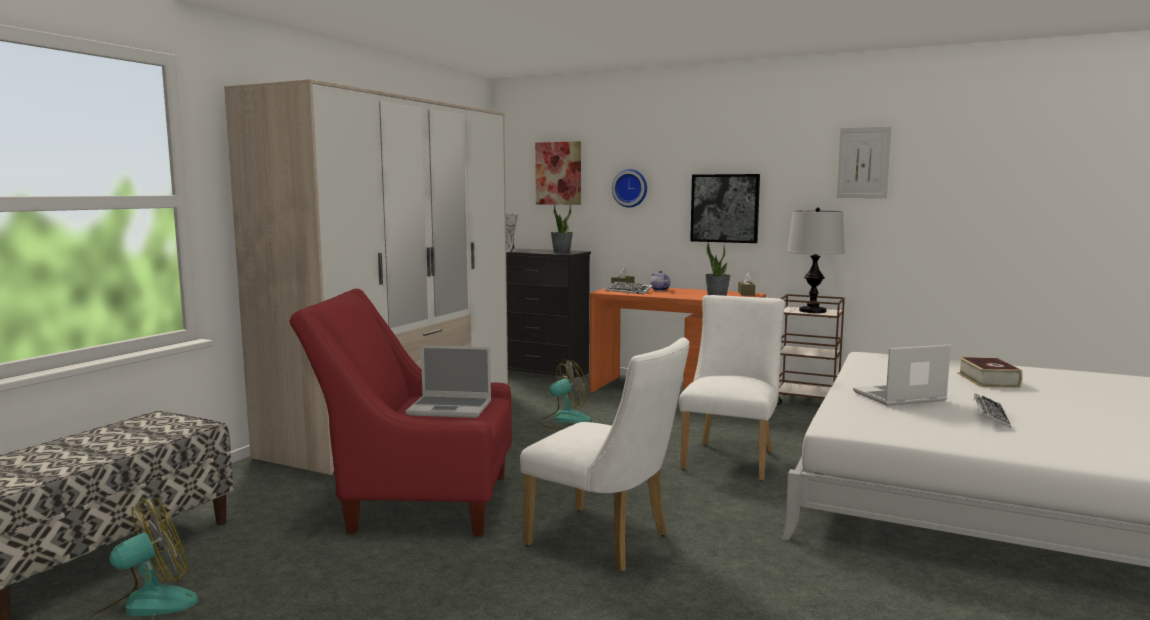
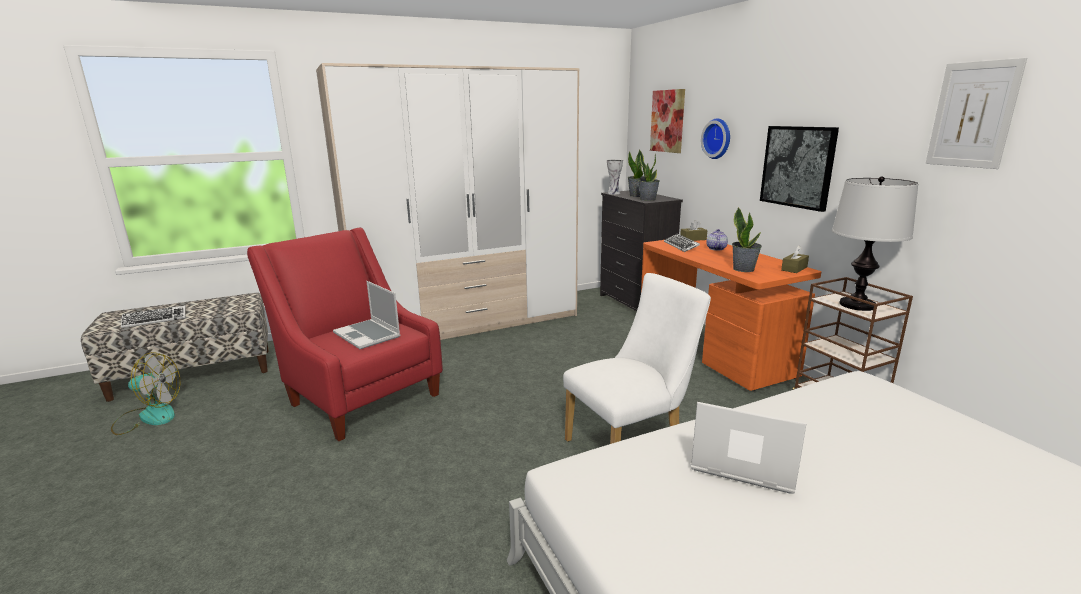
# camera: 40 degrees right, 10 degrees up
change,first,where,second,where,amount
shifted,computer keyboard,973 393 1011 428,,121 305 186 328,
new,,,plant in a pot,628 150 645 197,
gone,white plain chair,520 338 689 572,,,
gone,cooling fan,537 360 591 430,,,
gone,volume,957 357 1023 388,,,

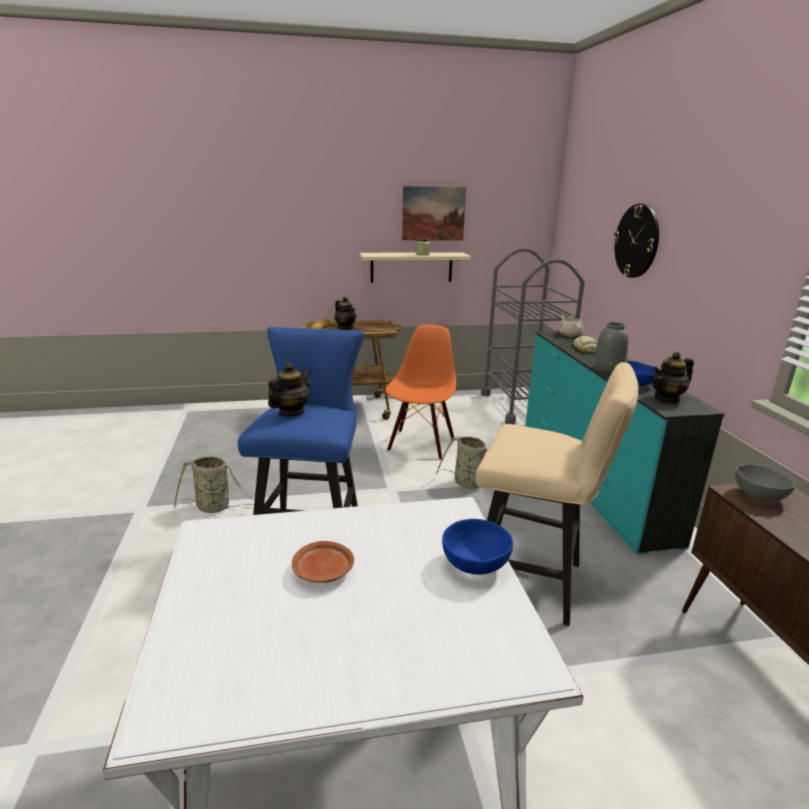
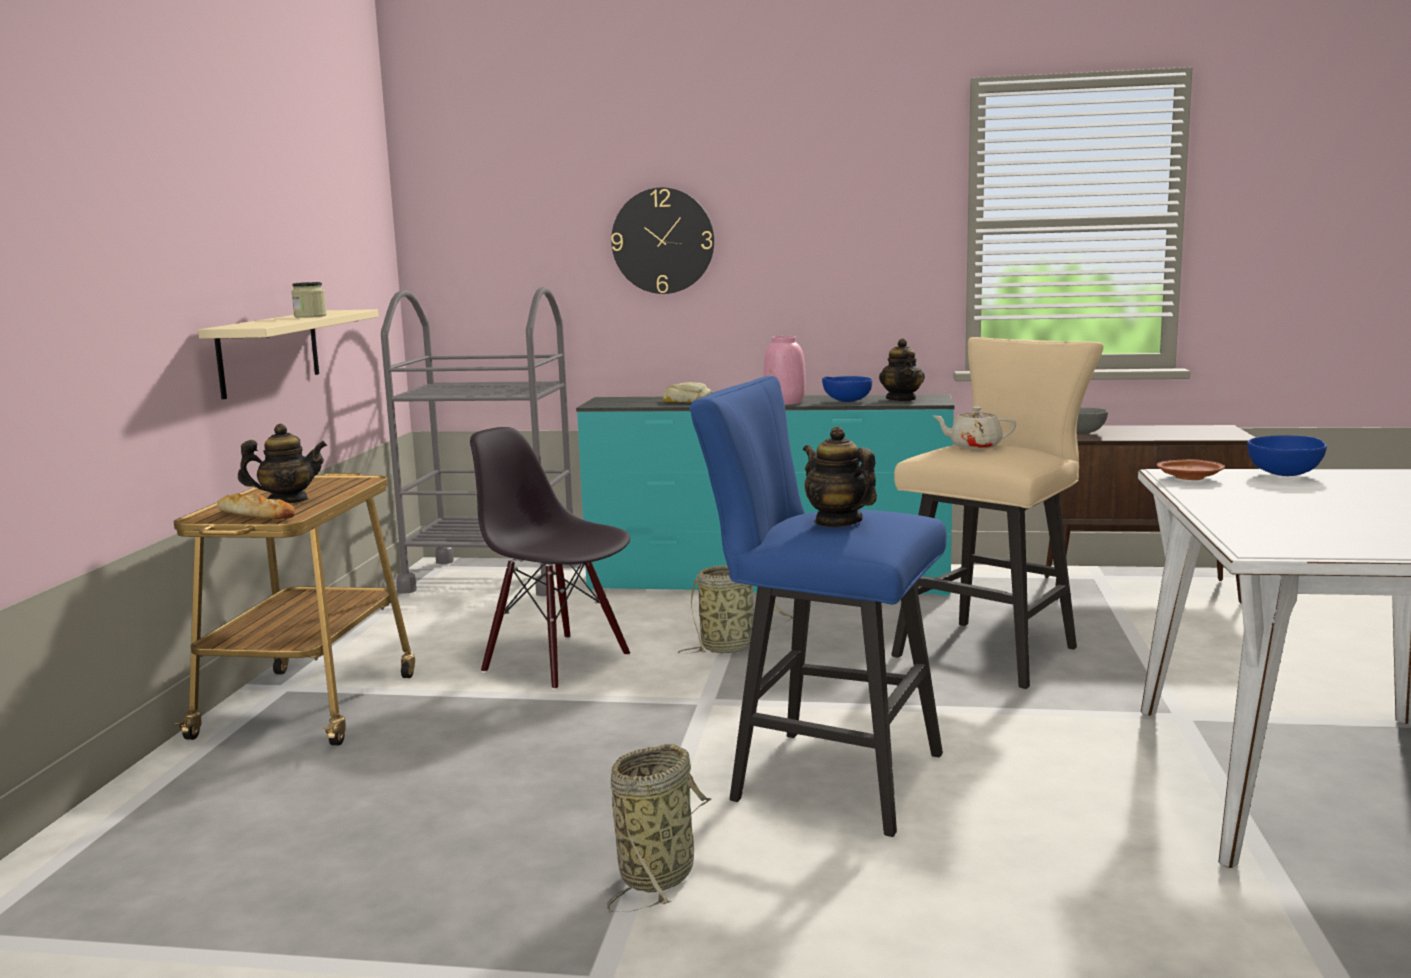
# camera: 70 degrees left, 10 degrees down
change,first,where,second,where,amount
repainted,orangey plain chair,385 325 456 460,blackish plain chair,470 427 630 690,
repainted,grey decorative vase,594 322 628 373,pinkish decorative vase,763 336 806 405,
shifted,beige tea pot,558 315 583 337,,933 407 1016 449,
shifted,brown plate,292 541 354 583,,1157 459 1225 480,
gone,picture,402 186 466 240,,,

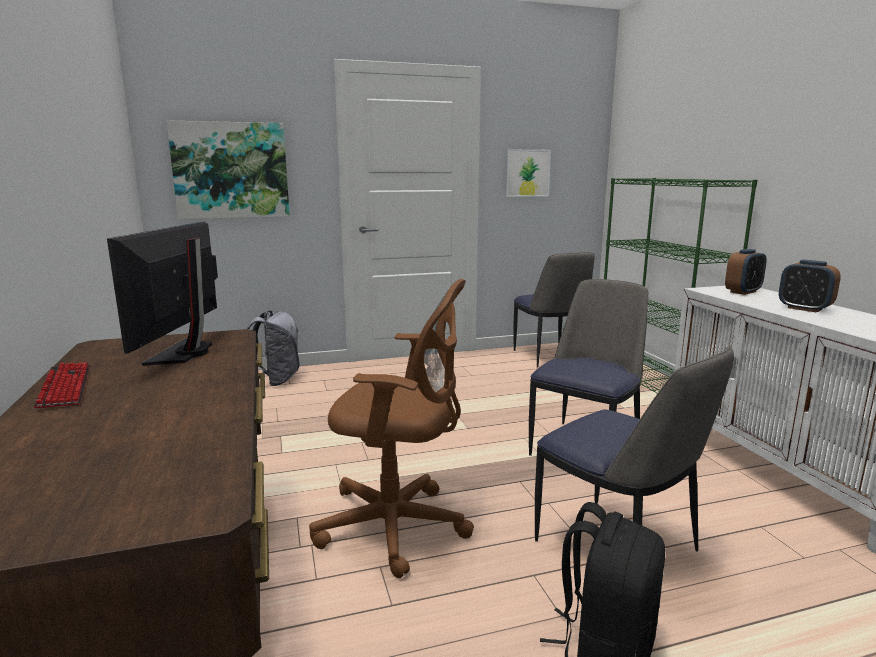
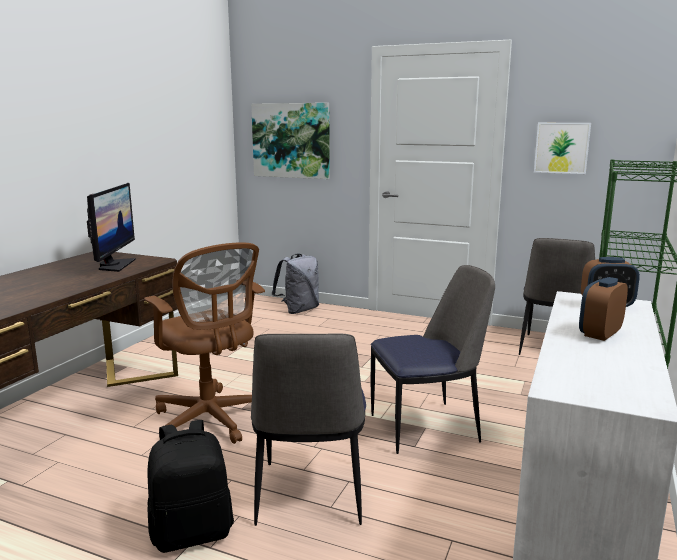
# camera: 40 degrees right, 0 degrees up
change,first,where,second,where,amount
rotated,computer screen,107 222 218 366,,87 183 136 272,135 degrees clockwise
rotated,alarm clock,779 260 841 313,,579 277 628 341,45 degrees clockwise
gone,computer keyboard,34 362 90 408,,,

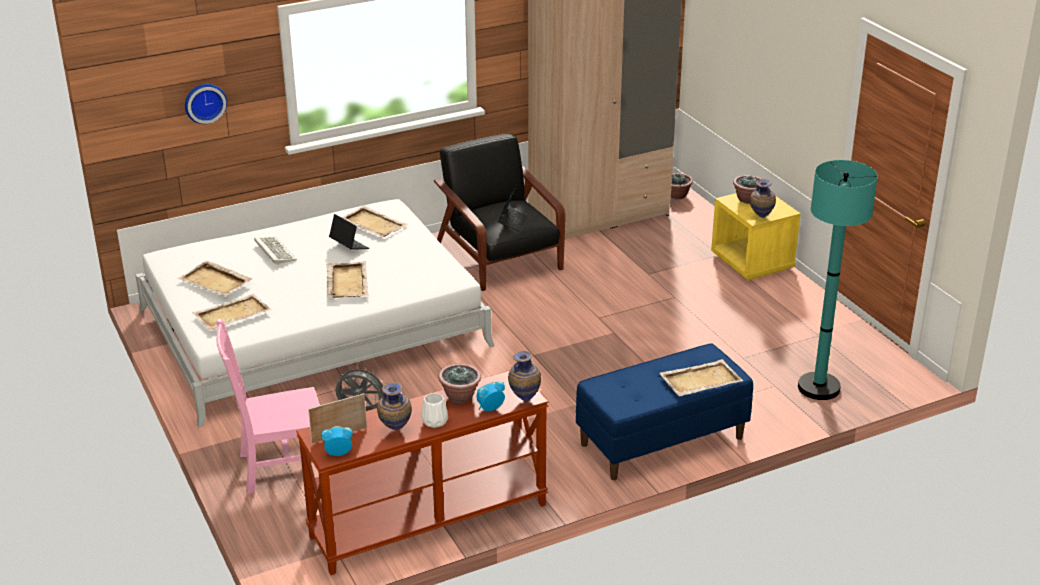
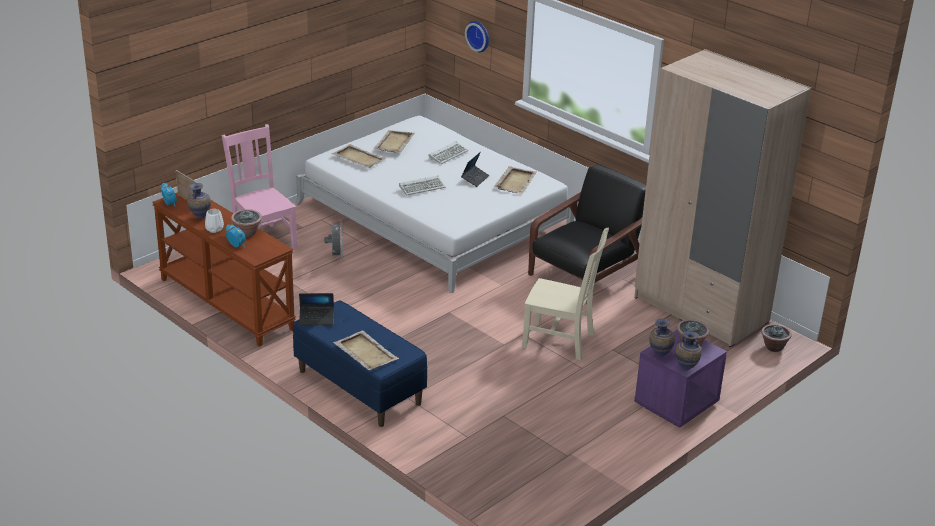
# camera: 70 degrees right, 0 degrees up
change,first,where,second,where,amount
shifted,portable computer,498 189 528 232,,299 293 334 325,
swapped,beige carrying tray,326 261 369 298,computer keyboard,399 176 446 195,
new,,,beige plain chair,522 228 609 360,
repainted,yellow-coloured bedside table,711 193 801 280,purplish bedside table,634 330 727 427,
shifted,decorative vase,508 351 541 402,,675 331 702 371,
gone,turquoise-coloured standard lamp,798 160 878 400,,,

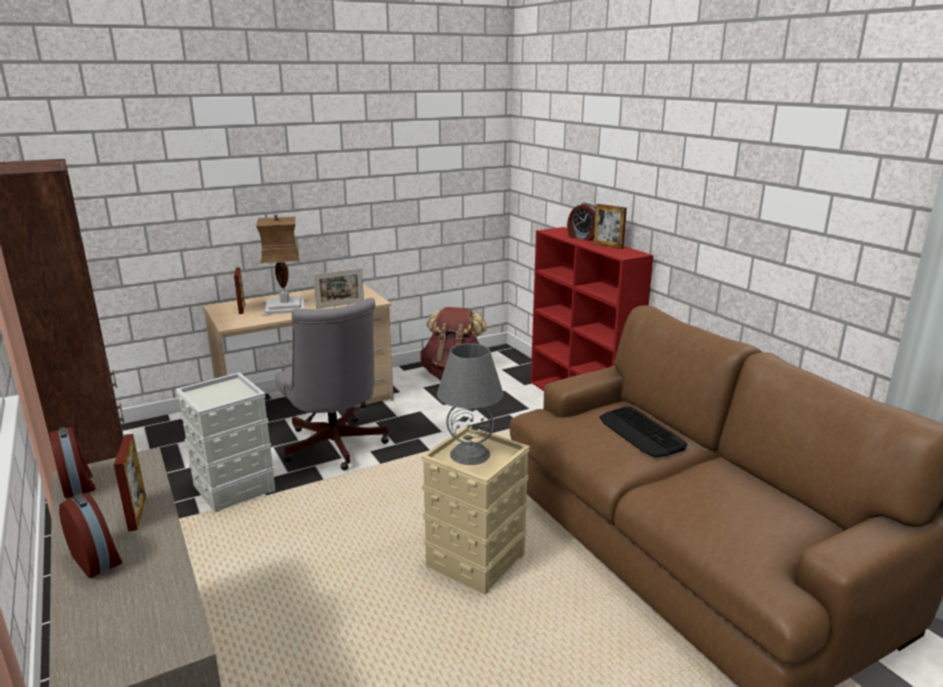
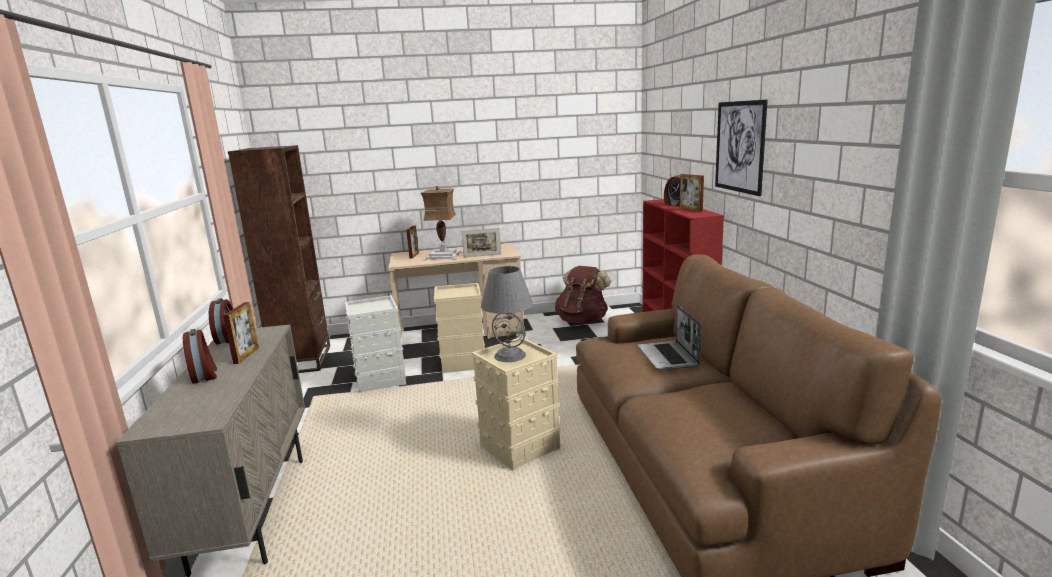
# camera: 20 degrees right, 5 degrees down
change,first,where,second,where,amount
swapped,grey desk chair,275 298 389 470,beige storage box,433 283 485 373,
swapped,computer keyboard,599 406 687 457,portable computer,638 305 701 370,
new,,,picture,715 100 768 196,

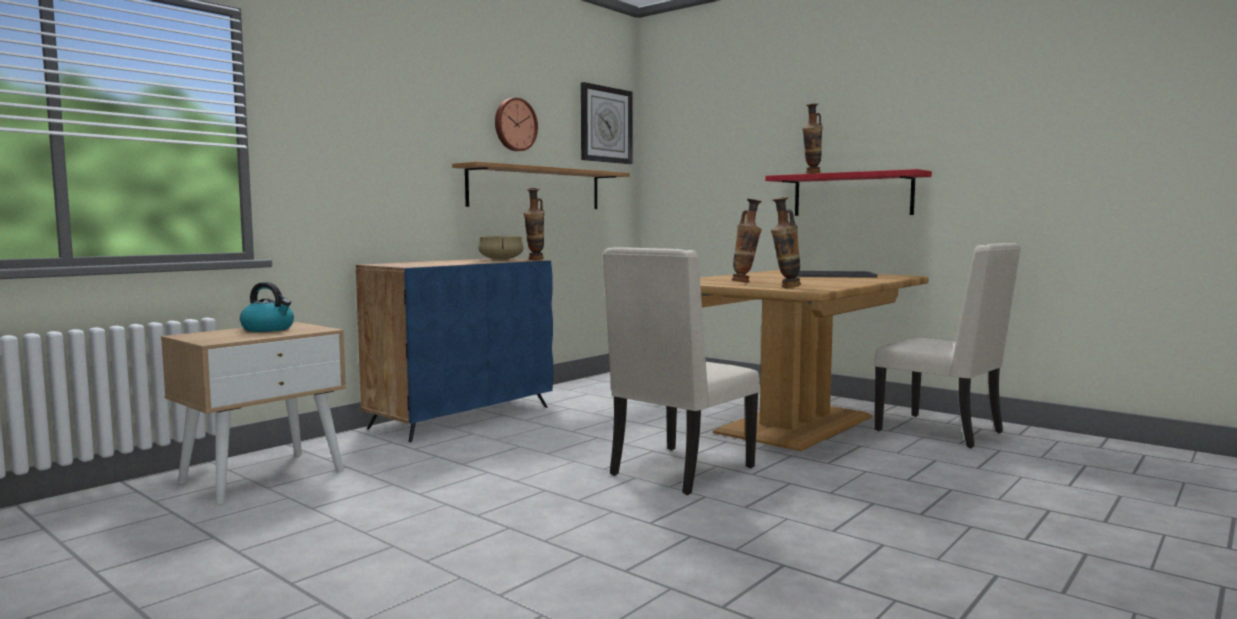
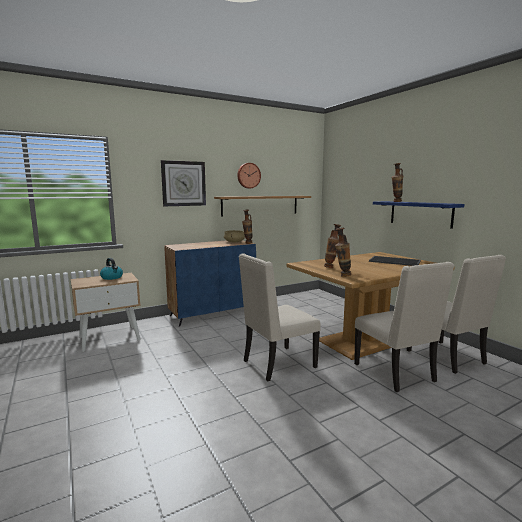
# camera: 20 degrees right, 5 degrees up
change,first,where,second,where,amount
shifted,wall clock,581 82 633 164,,161 160 206 206,
new,,,beige plain chair,354 262 454 392,
repainted,red-coloured bracket shelf,765 169 932 216,blue bracket shelf,373 201 465 229,

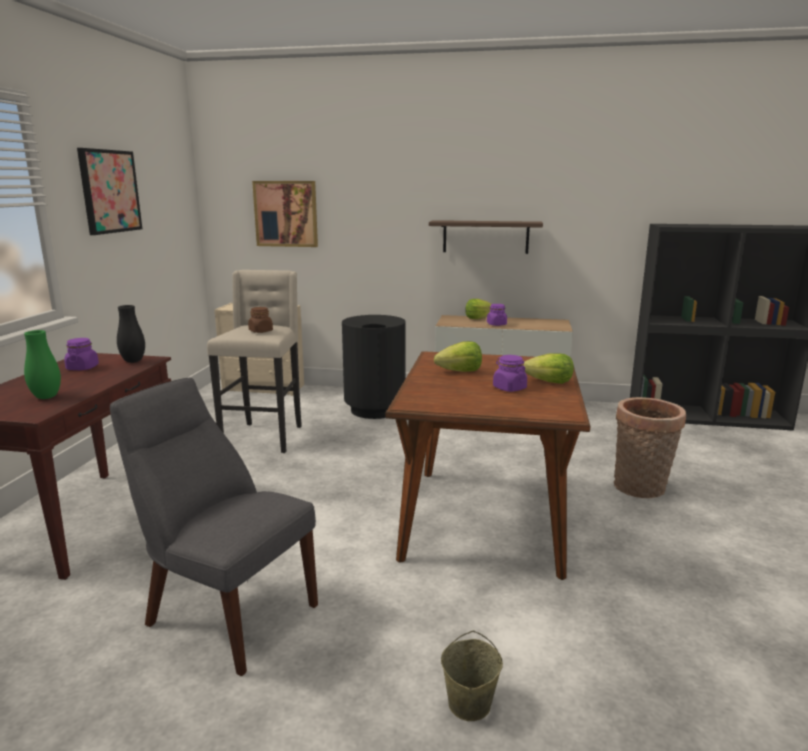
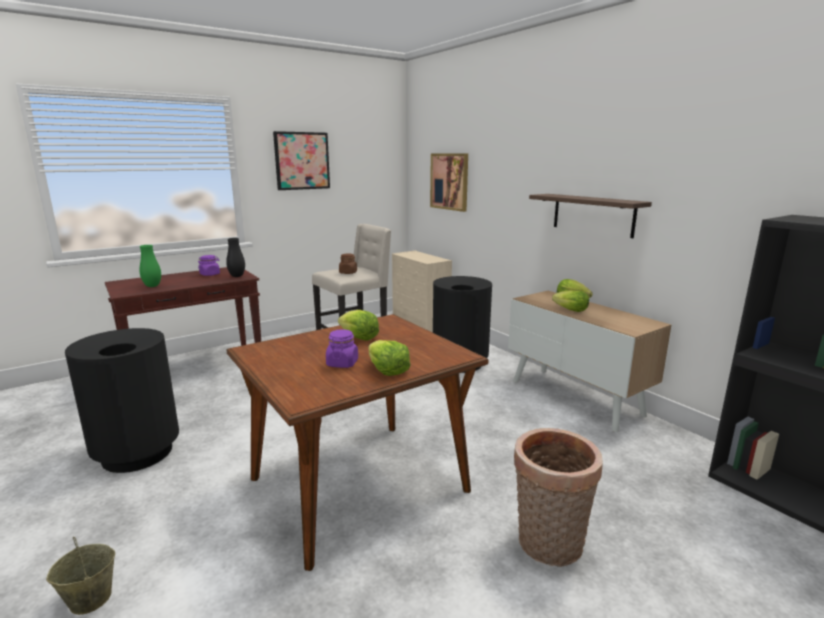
# camera: 45 degrees right, 0 degrees up
change,first,where,second,where,amount
swapped,grey plain chair,110 378 318 676,blackish trash can,65 328 179 473,
swapped,purplish jar,487 304 507 326,lettuce head,552 290 589 312,

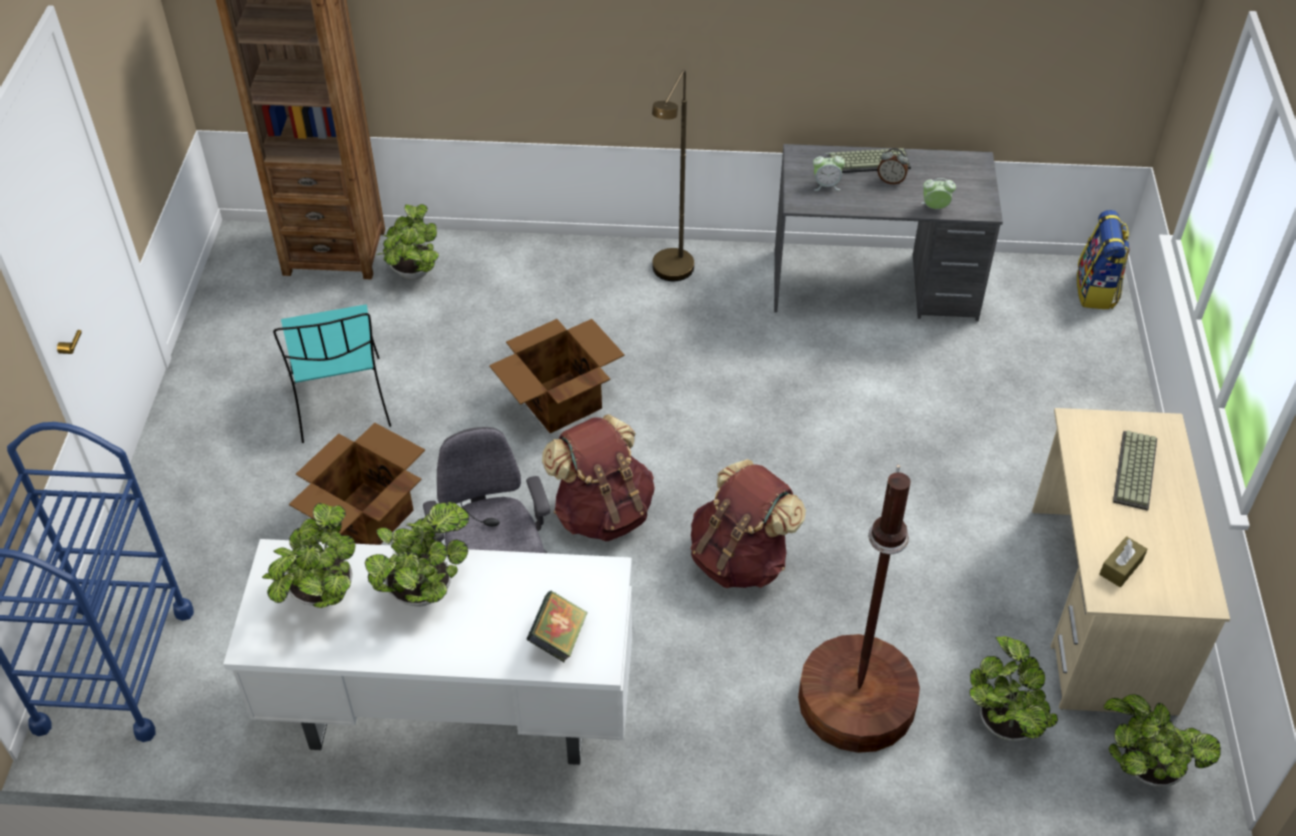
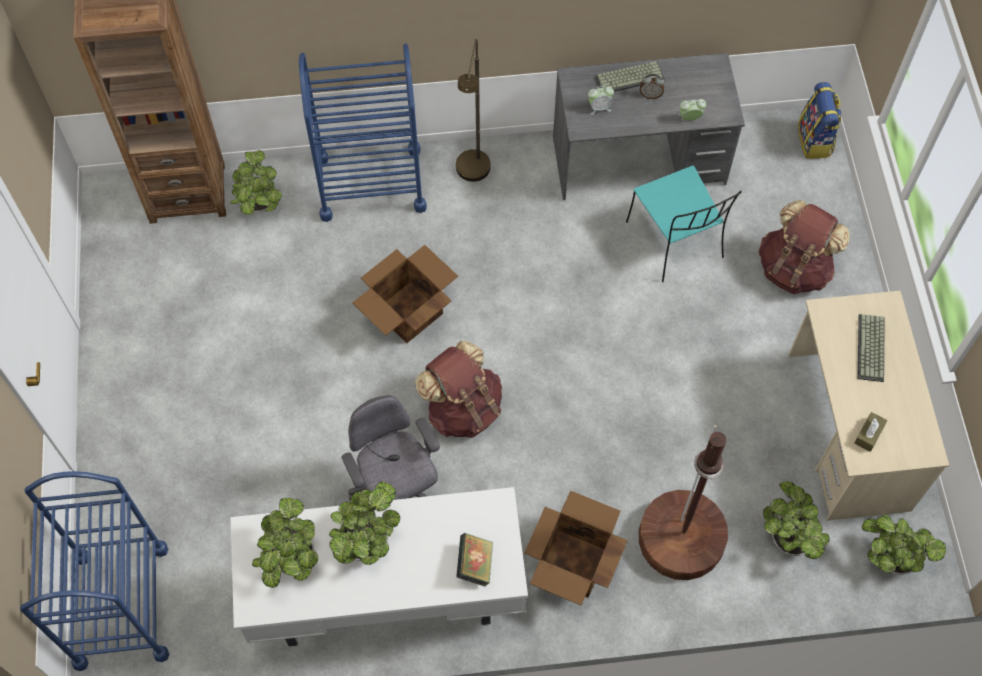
# camera: 10 degrees left, 15 degrees up
change,first,where,second,where,amount
new,,,blue wheeled cart,299 43 427 222,
shifted,packing box,289 423 425 545,,524 490 628 605,
shifted,turquoise-coloured plain chair,273 304 391 443,,626 165 742 282,
shifted,brown backpack,690 459 806 588,,759 200 850 294,

